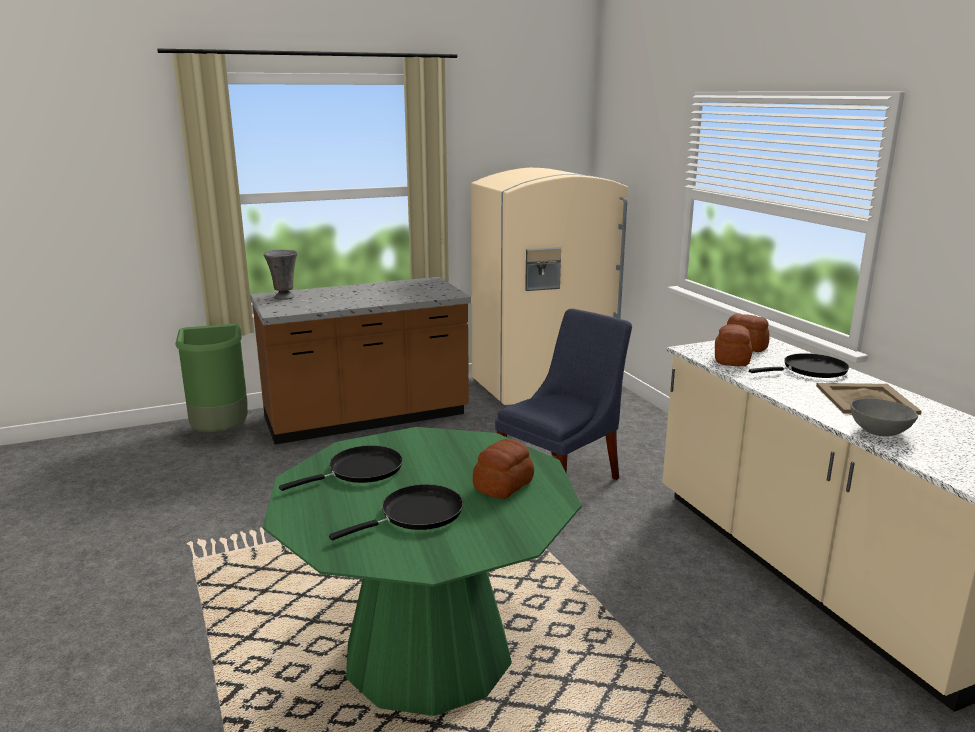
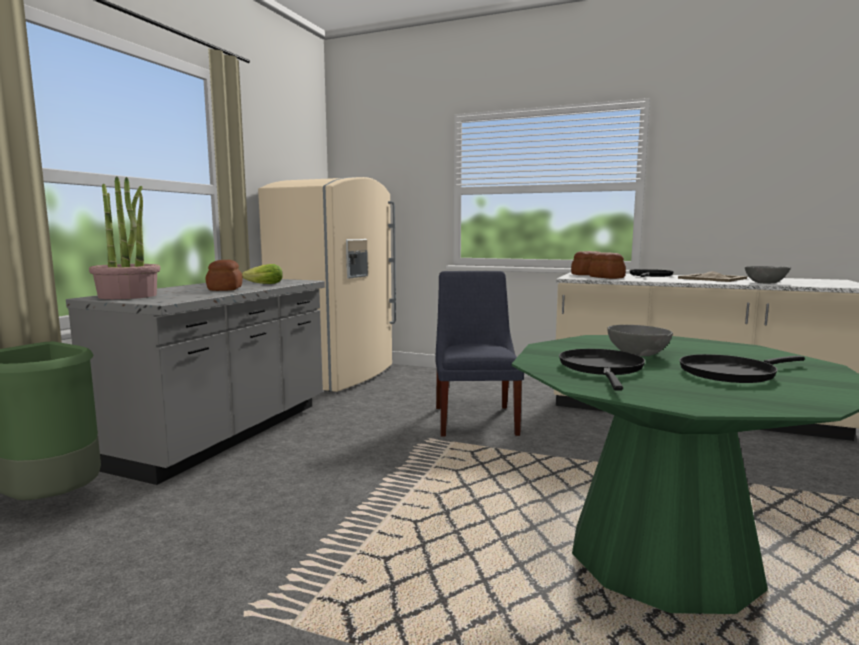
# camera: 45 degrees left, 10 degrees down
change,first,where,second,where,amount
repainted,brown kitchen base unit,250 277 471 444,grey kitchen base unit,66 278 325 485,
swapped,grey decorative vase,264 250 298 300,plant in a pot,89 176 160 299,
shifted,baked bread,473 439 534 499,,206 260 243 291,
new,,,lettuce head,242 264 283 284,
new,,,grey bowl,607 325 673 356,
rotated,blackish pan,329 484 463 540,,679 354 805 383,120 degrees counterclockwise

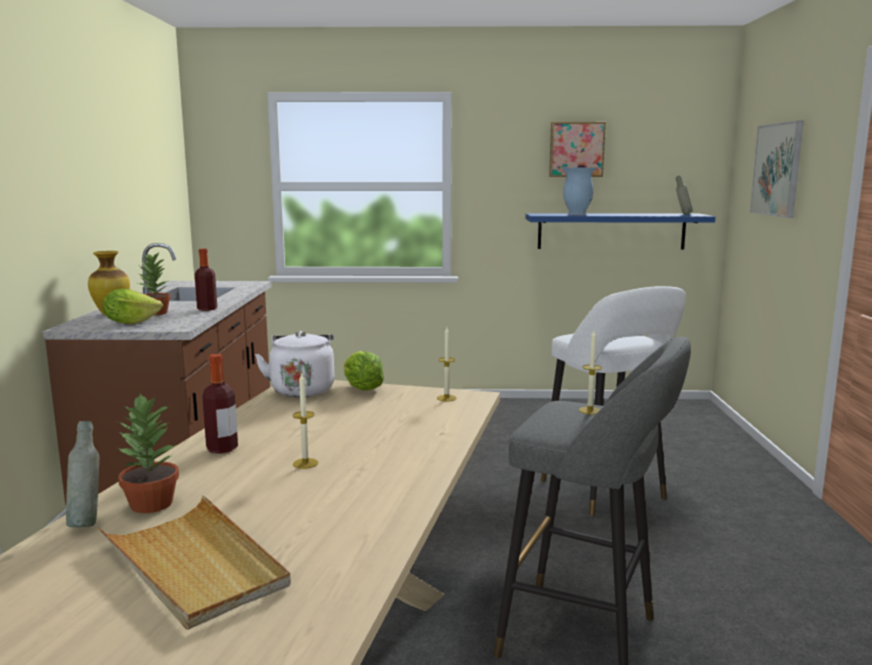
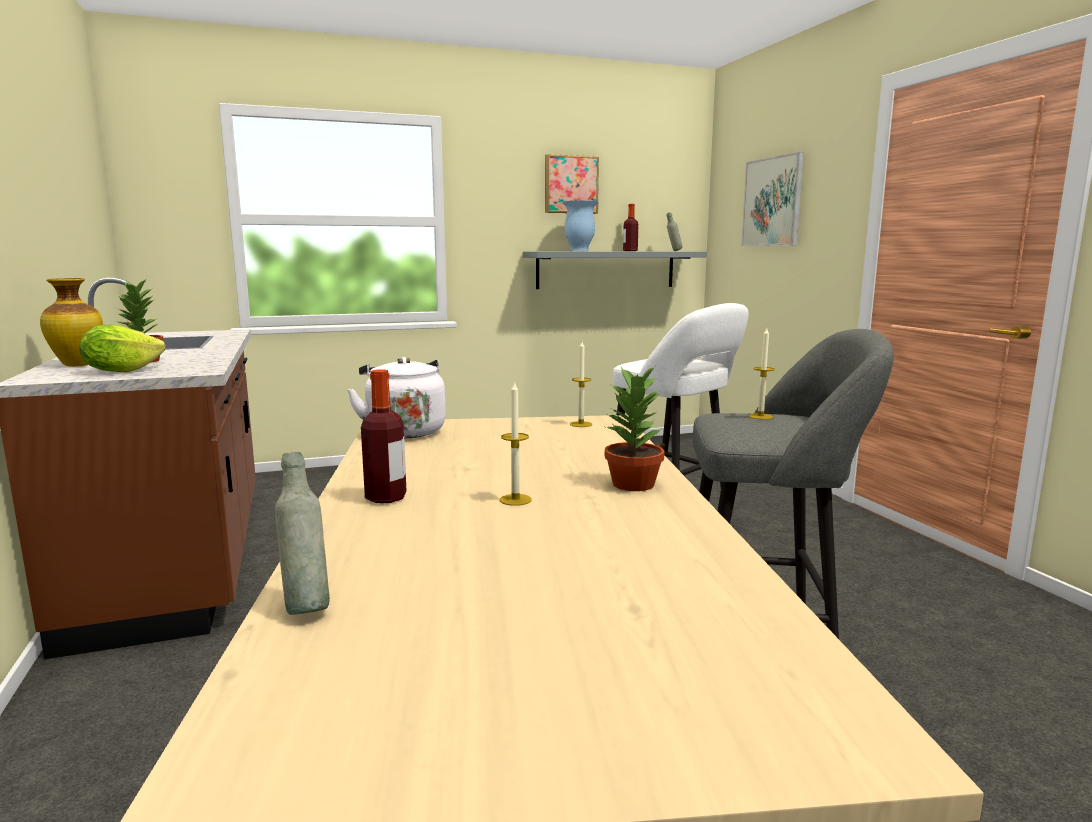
# camera: 20 degrees left, 0 degrees up
change,first,where,second,where,amount
repainted,blue bracket shelf,525 213 716 249,grey bracket shelf,523 251 707 289,
shifted,plant in a pot,117 393 179 513,,605 364 665 491,
shifted,drink bottle,195 249 217 311,,623 204 639 251,
gone,beige carrying tray,98 495 291 630,,,
gone,lettuce head,343 351 384 391,,,

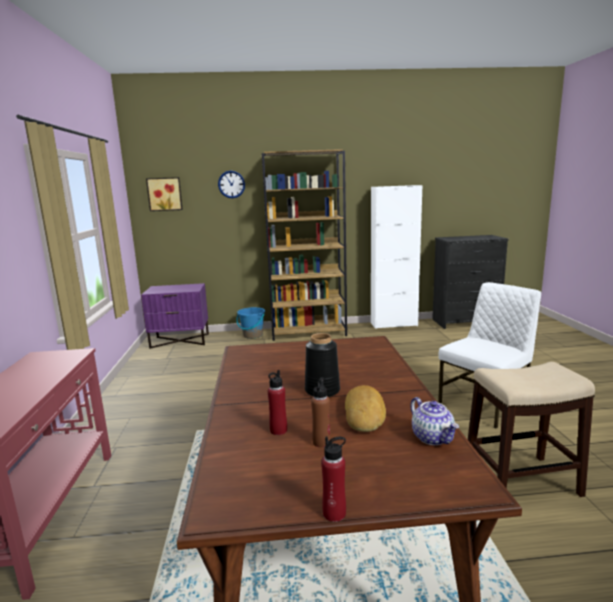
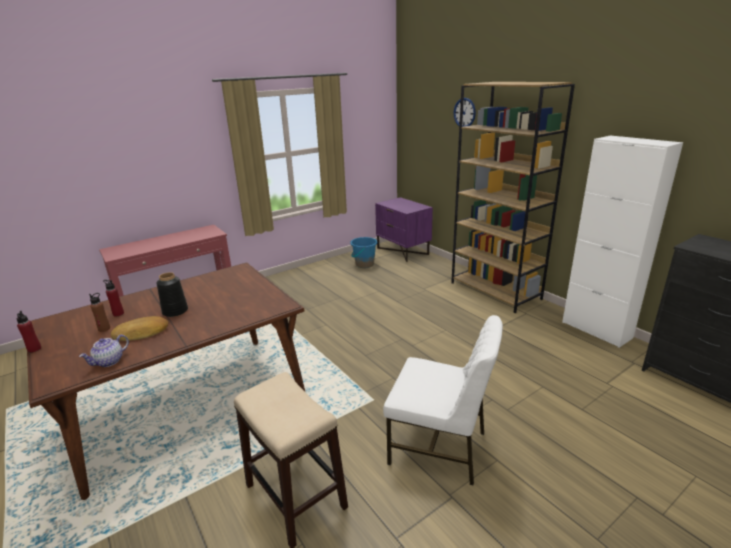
# camera: 60 degrees right, 10 degrees up
change,first,where,second,where,amount
shifted,blue pail,236 307 265 339,,350 237 377 268,
gone,picture,146 177 183 211,,,

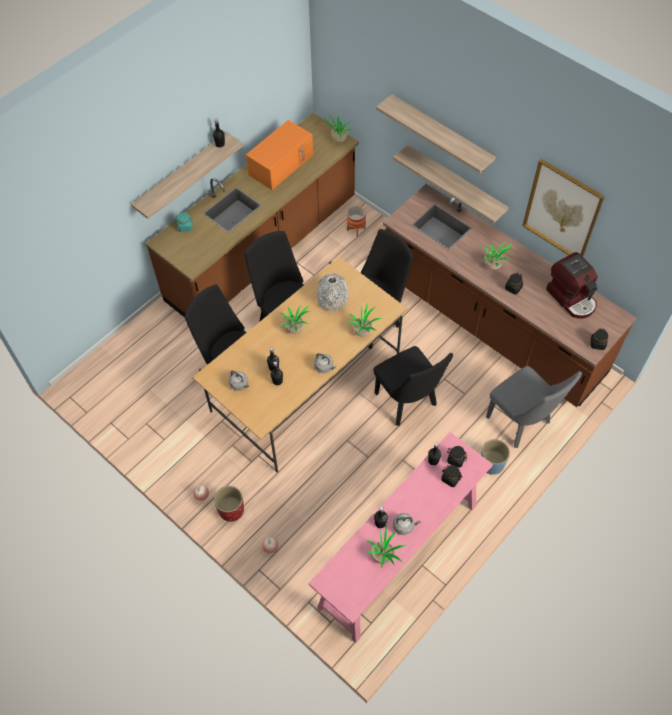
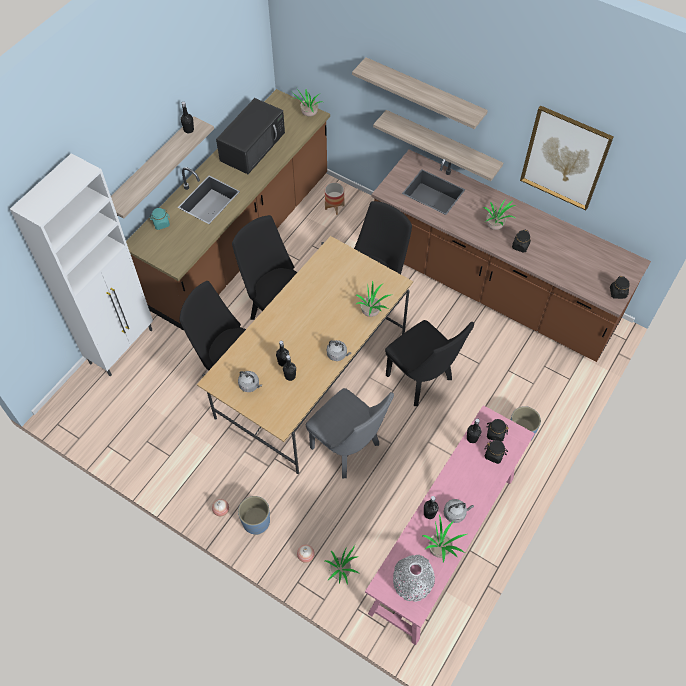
# camera: 10 degrees left, 0 degrees up
change,first,where,second,where,amount
new,,,white storage cabinet,10 153 153 376,
repainted,orangey kitchen microwave,246 120 313 190,blackish kitchen microwave,216 98 285 174,
repainted,red-coloured plant pot,214 486 244 522,blue plant pot,238 496 270 535,
shifted,grey plain chair,486 366 582 448,,306 388 394 479,
shifted,plant in a pot,280 305 309 334,,325 545 361 585,
shifted,grey decorative vase,317 274 348 312,,393 555 435 602,
gone,coffee maker,546 252 598 319,,,

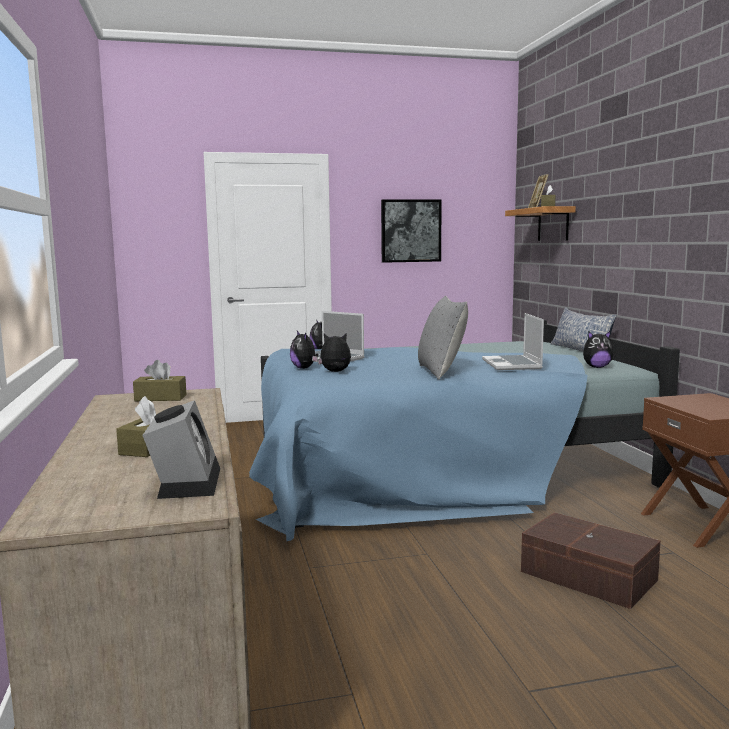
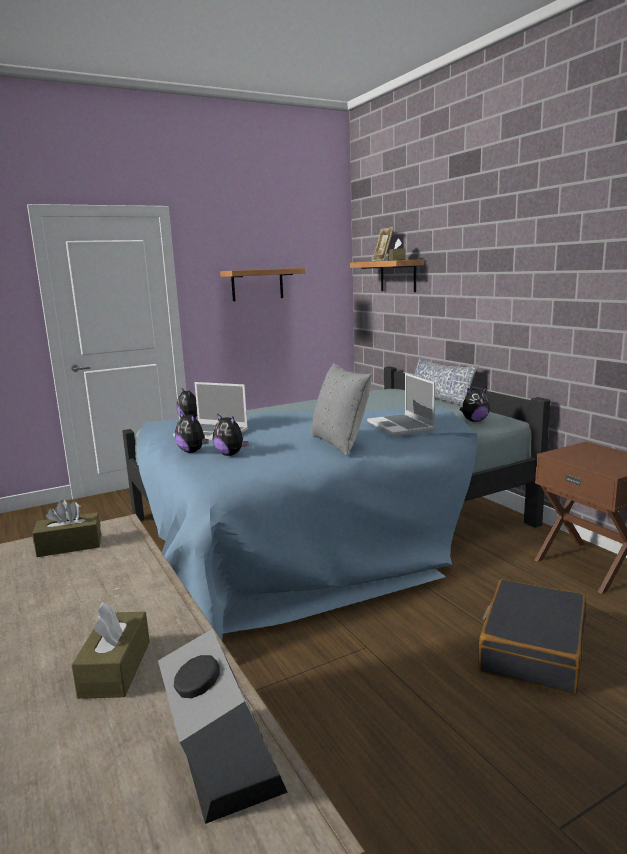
# camera: 15 degrees left, 5 degrees up
change,first,where,second,where,amount
rotated,plush toy,318 333 351 372,,213 413 248 456,120 degrees counterclockwise
swapped,picture,381 199 442 263,bracket shelf,220 268 305 301,
swapped,brown storage box,521 512 661 609,blackish suitcase,478 579 586 696,

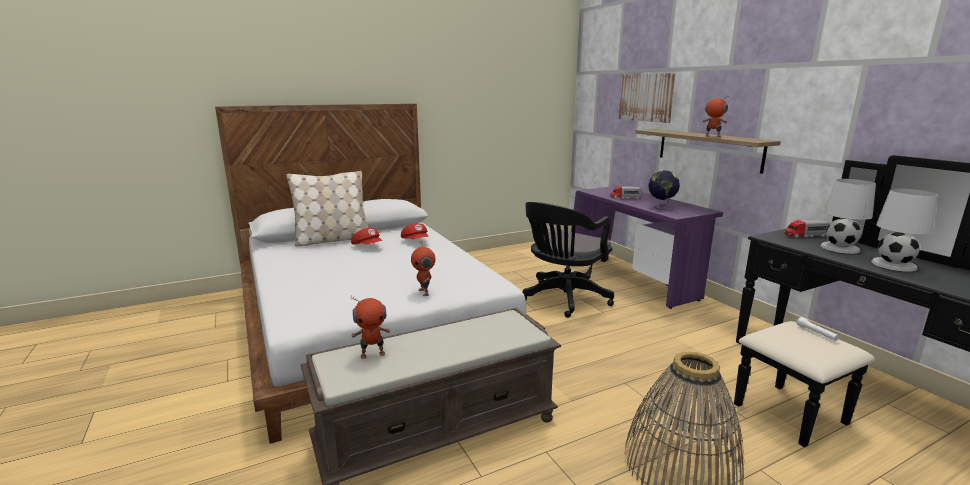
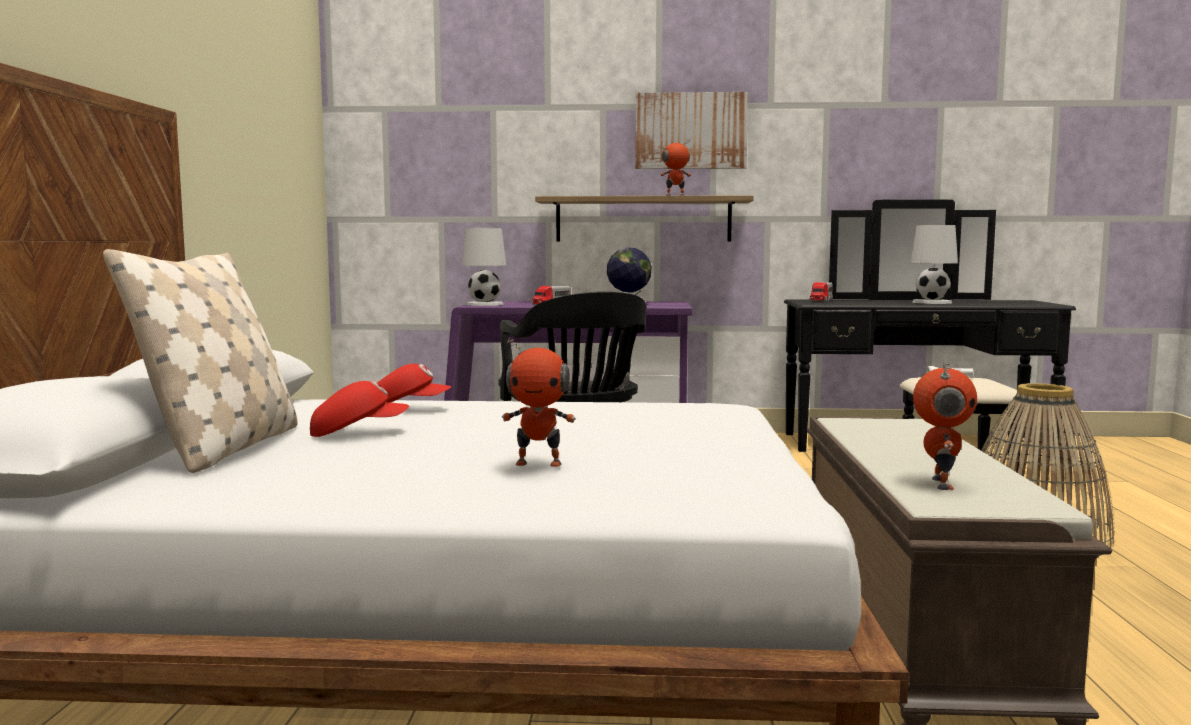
# camera: 60 degrees left, 10 degrees down
change,first,where,second,where,amount
shifted,white lamp for a table,820 179 876 254,,462 228 506 306,
shifted,robot figure,411 241 435 296,,502 337 576 467,
shifted,picture,619 73 676 123,,635 92 748 169,

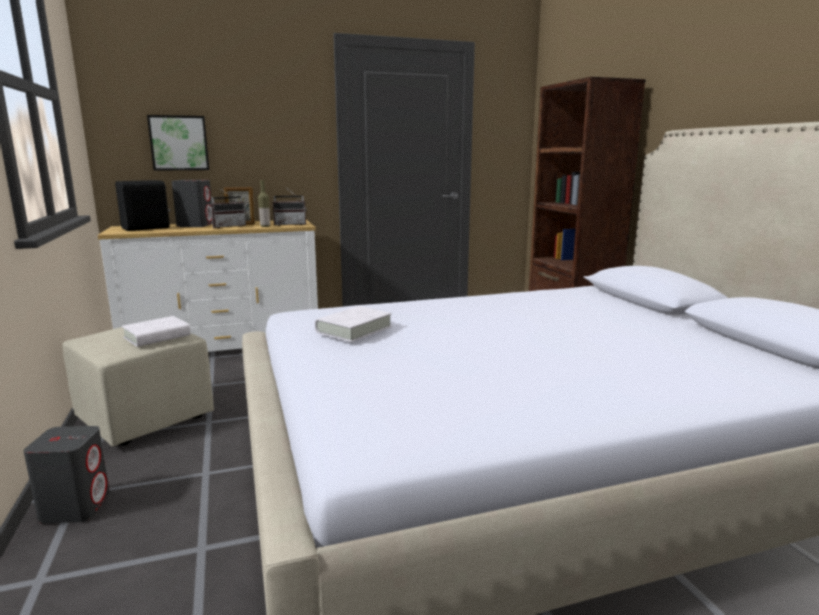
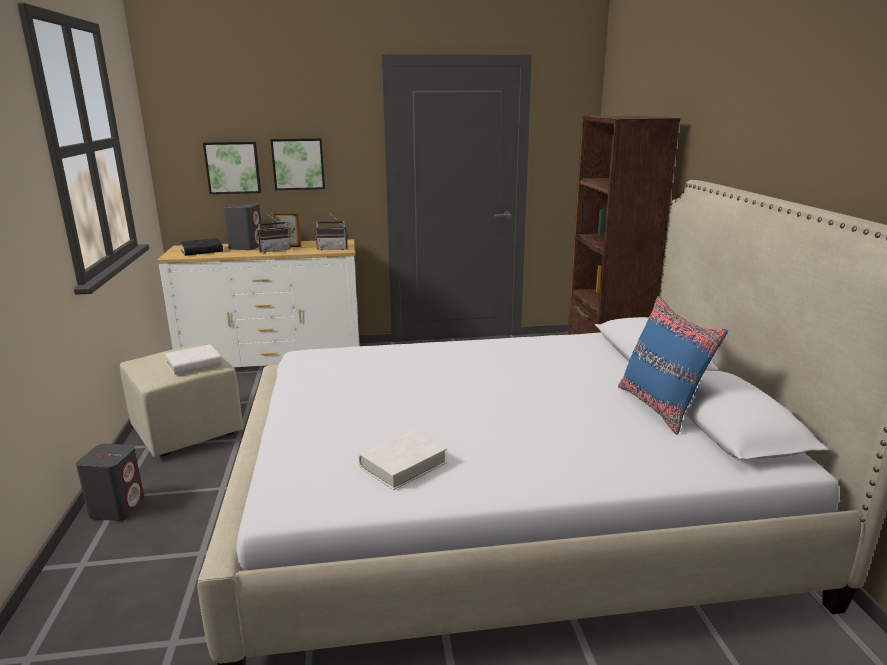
# camera: 10 degrees right, 5 degrees up
change,first,where,second,where,amount
swapped,blackish loudspeaker,115 180 170 231,blackish volume,180 238 223 256,
new,,,picture,270 138 325 190,
shifted,white volume,315 306 392 342,,359 431 447 490,
new,,,blue throw pillow,618 296 728 435,
gone,drink bottle,258 180 270 227,,,

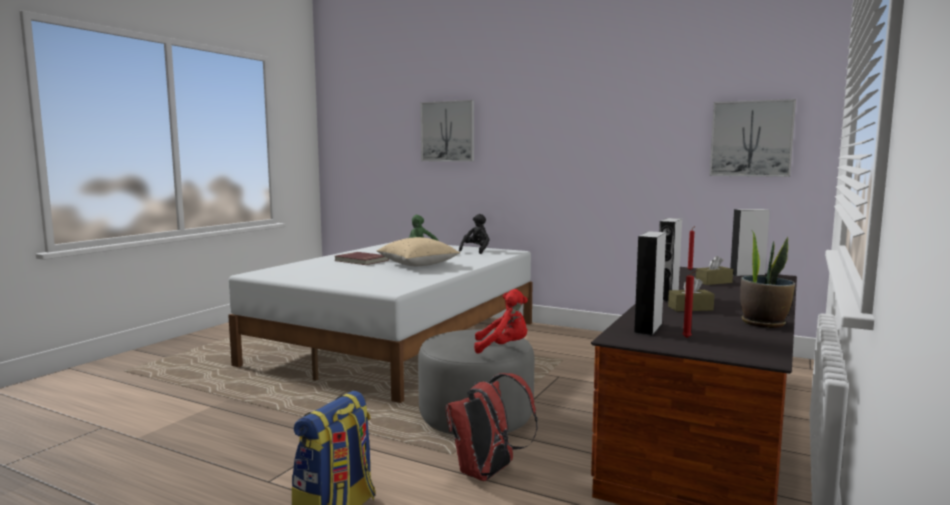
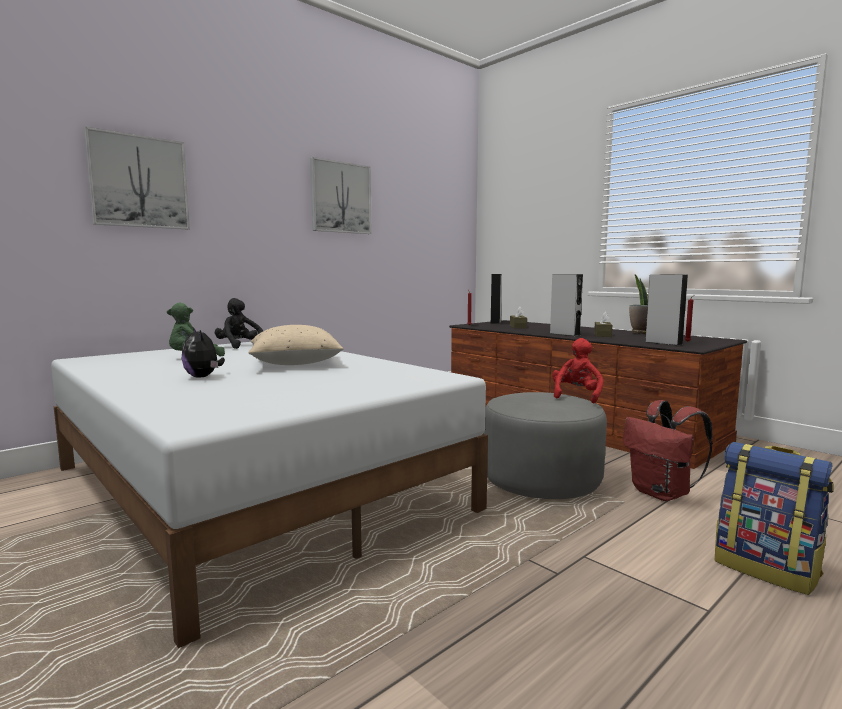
# camera: 70 degrees left, 0 degrees up
change,first,where,second,where,amount
swapped,red-coloured volume,335 252 389 265,plush toy,182 327 225 378,
shifted,picture,709 99 796 177,,310 157 372 234,

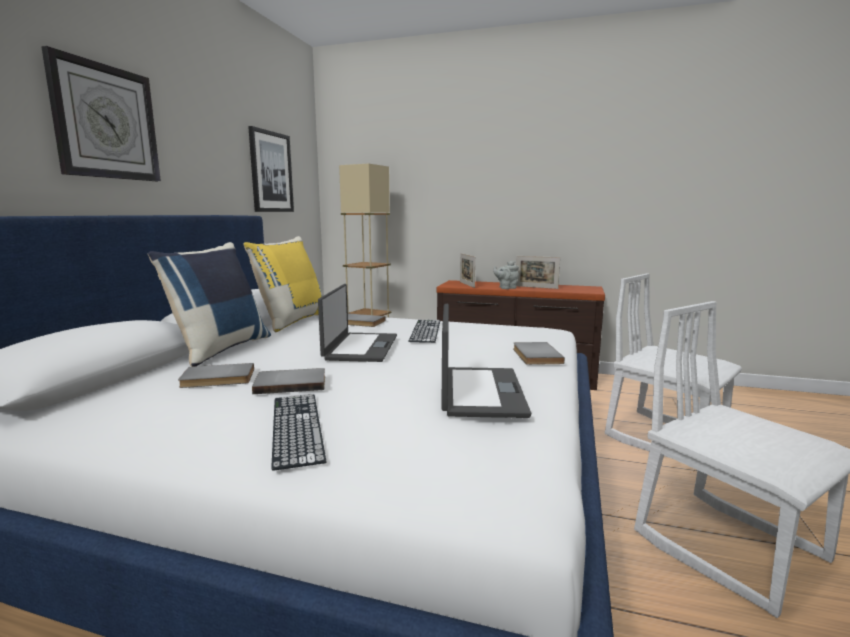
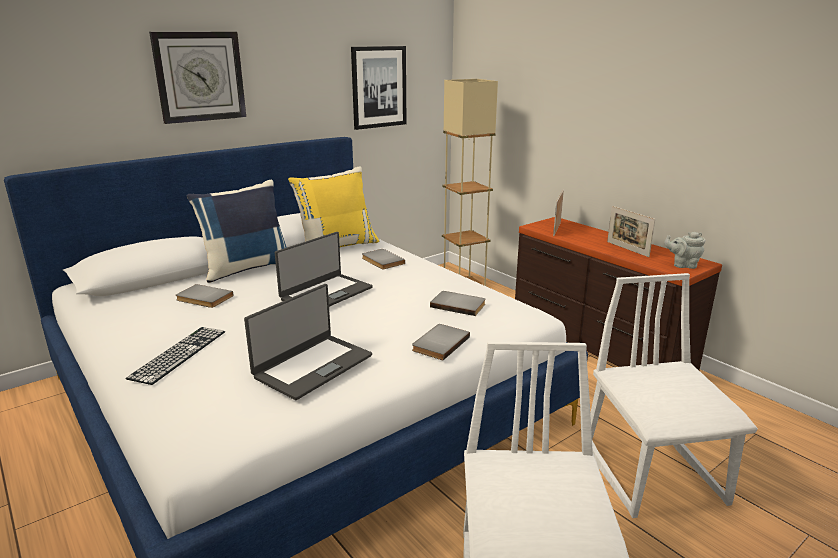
# camera: 35 degrees right, 10 degrees up
change,first,where,second,where,amount
shifted,grey volume,252 368 325 394,,430 291 486 316,
shifted,grey tea pot,493 261 519 289,,664 232 705 269,
gone,computer keyboard,408 320 440 343,,,

